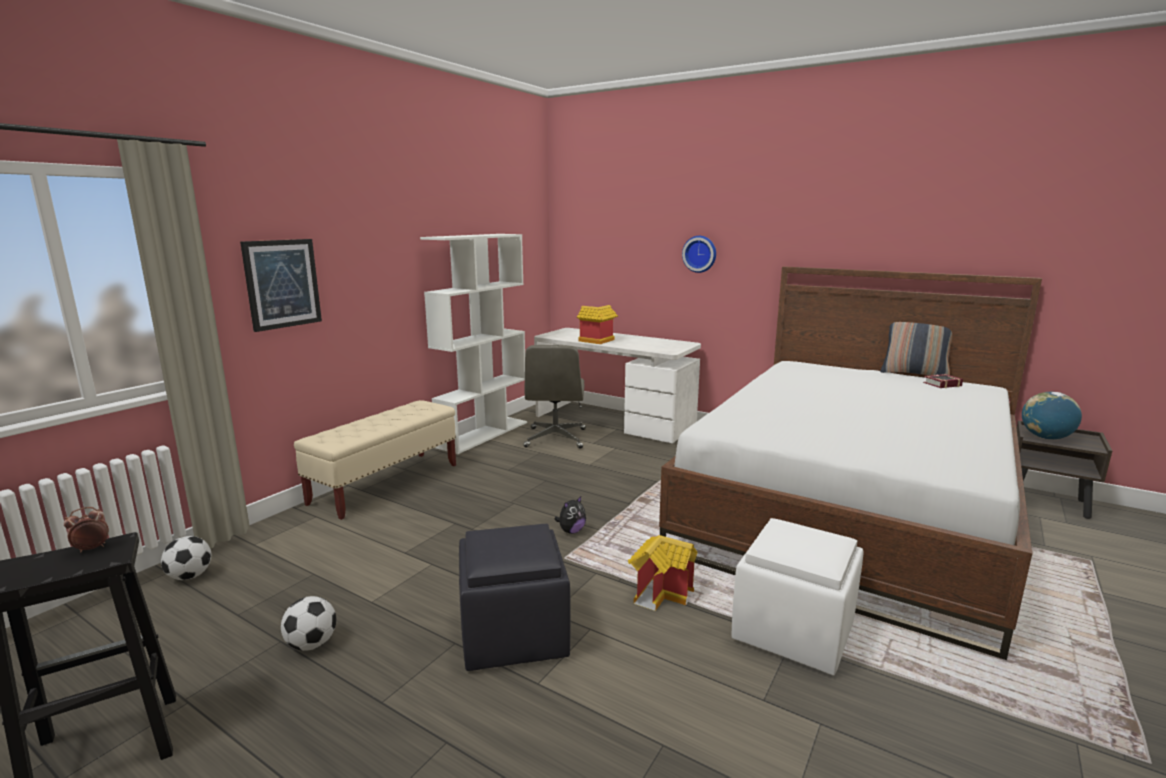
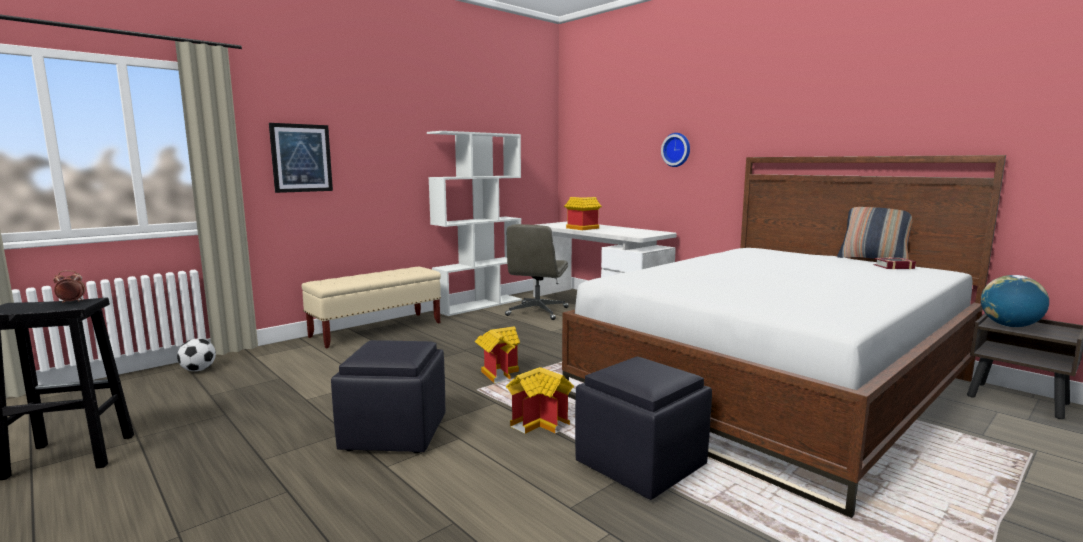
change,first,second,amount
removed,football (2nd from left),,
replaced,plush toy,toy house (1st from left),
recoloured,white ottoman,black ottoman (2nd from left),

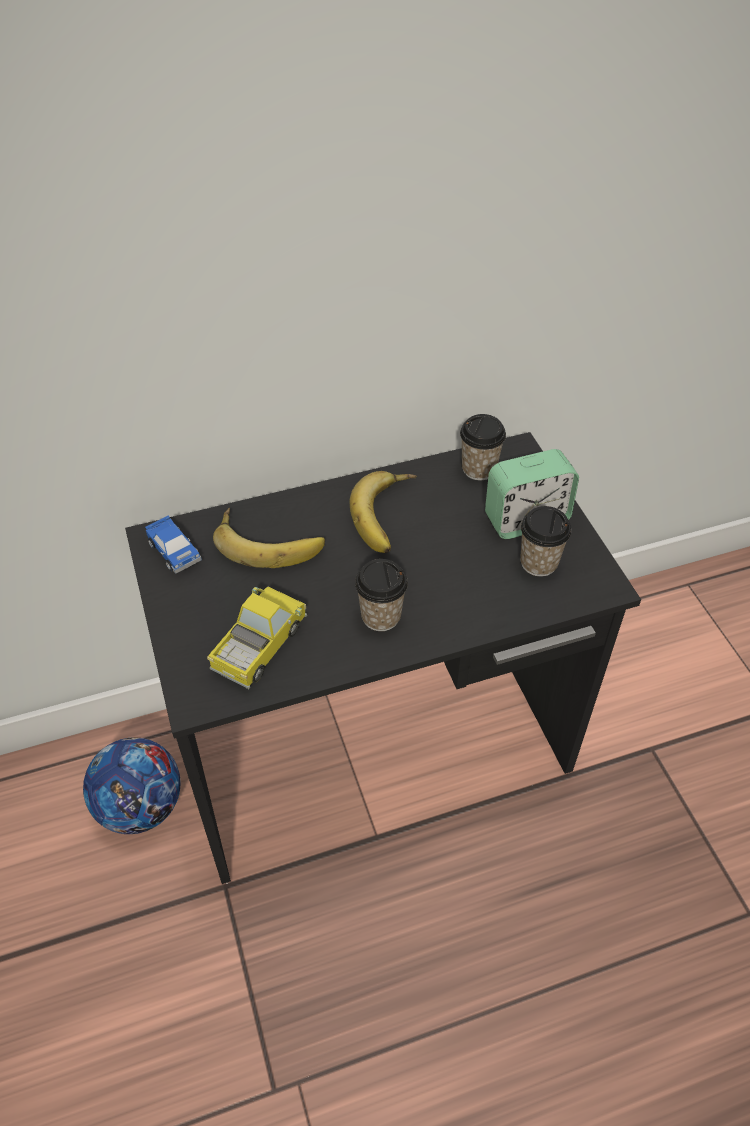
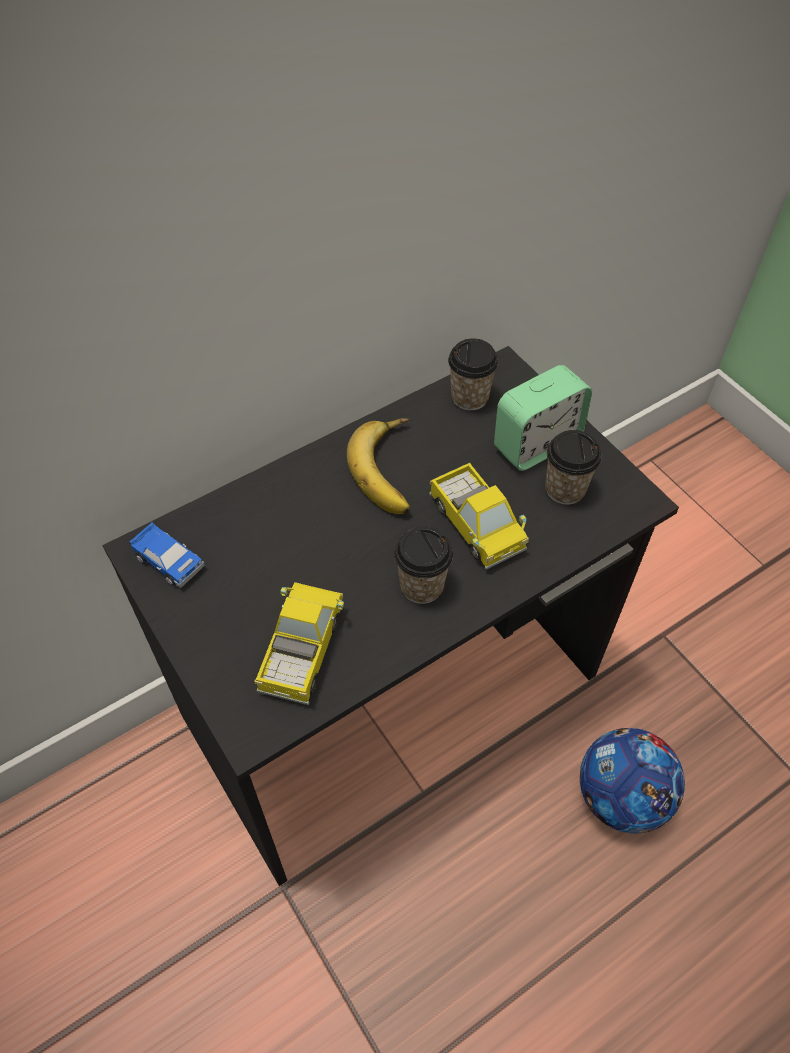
change,first,second,amount
removed,banana (1st from left),,
added,,toy truck (2nd from left),
moved,football,,

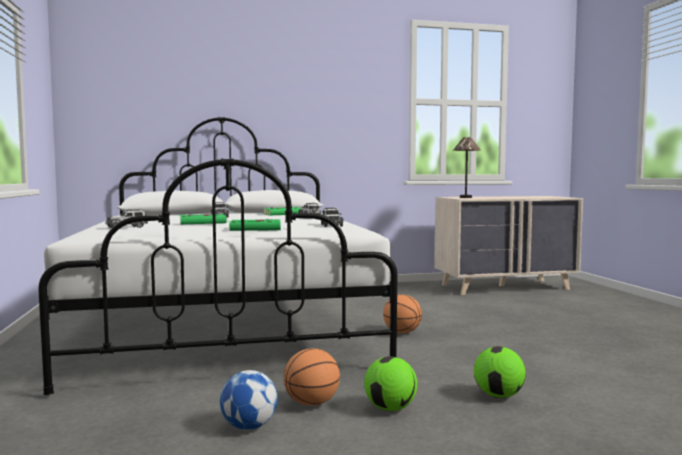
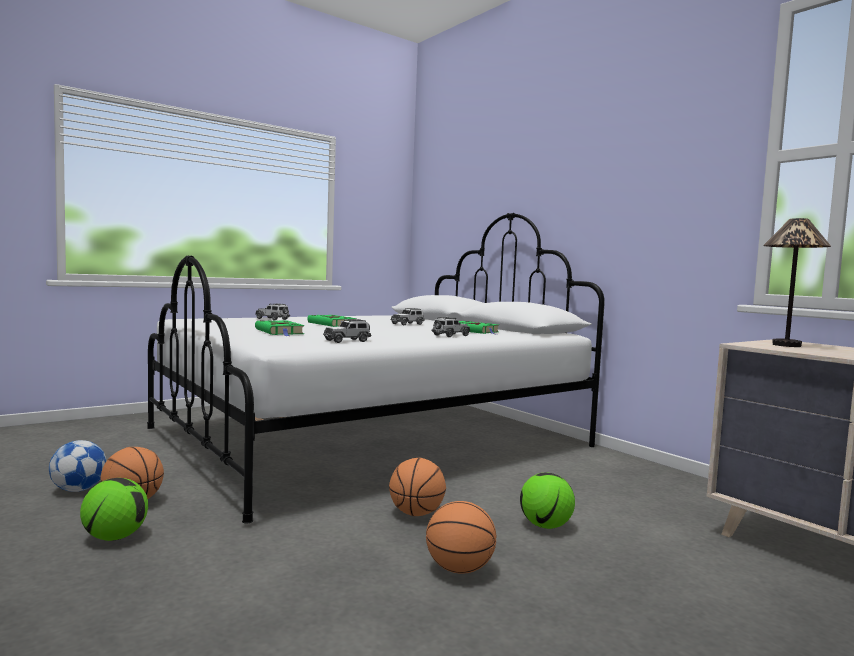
change,first,second,amount
added,,basketball (3rd from left),
moved,football (3rd from left),,

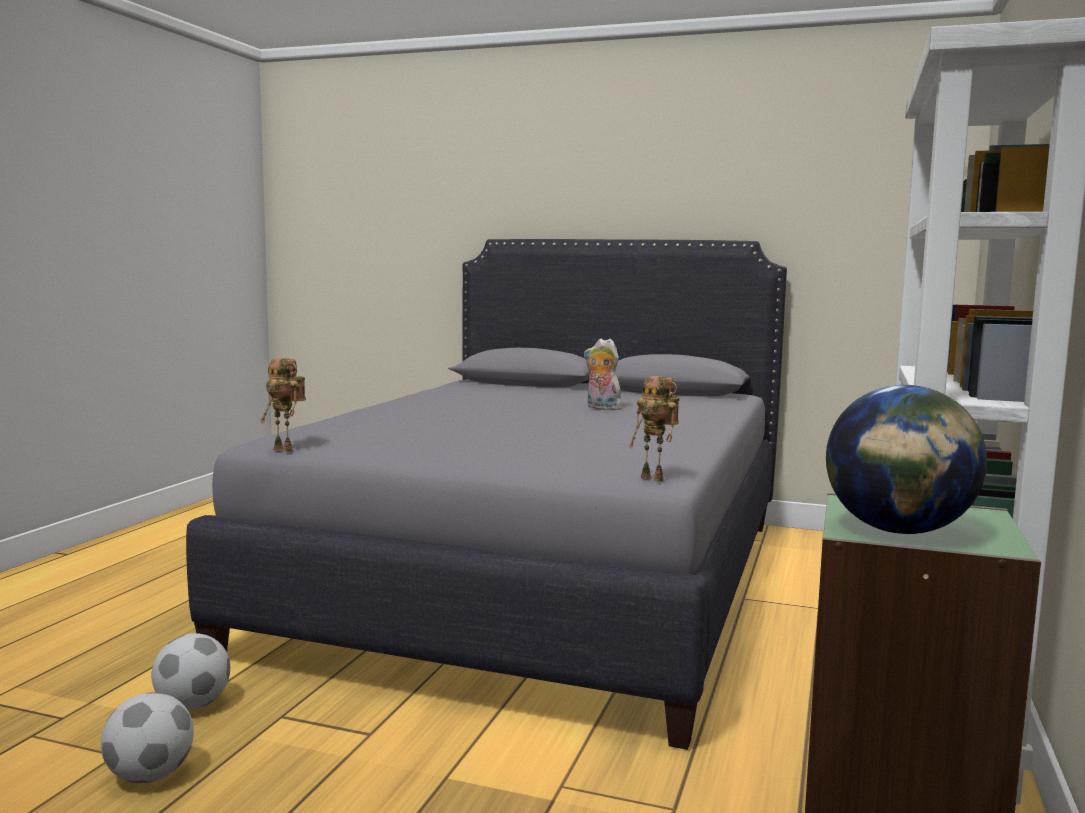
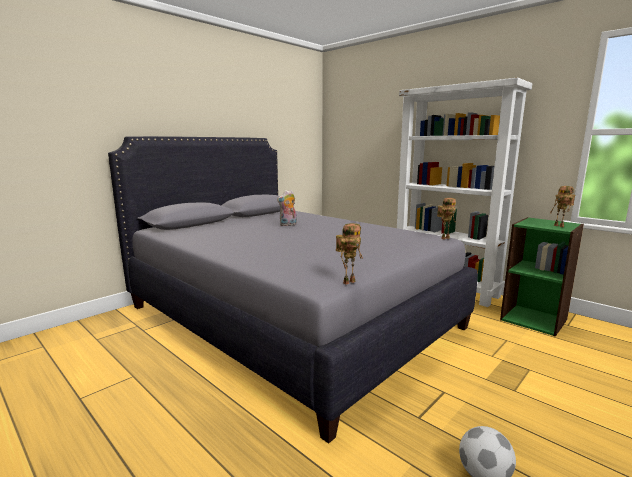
change,first,second,amount
removed,football (2nd from left),,
replaced,globe,toy robot (3rd from left),

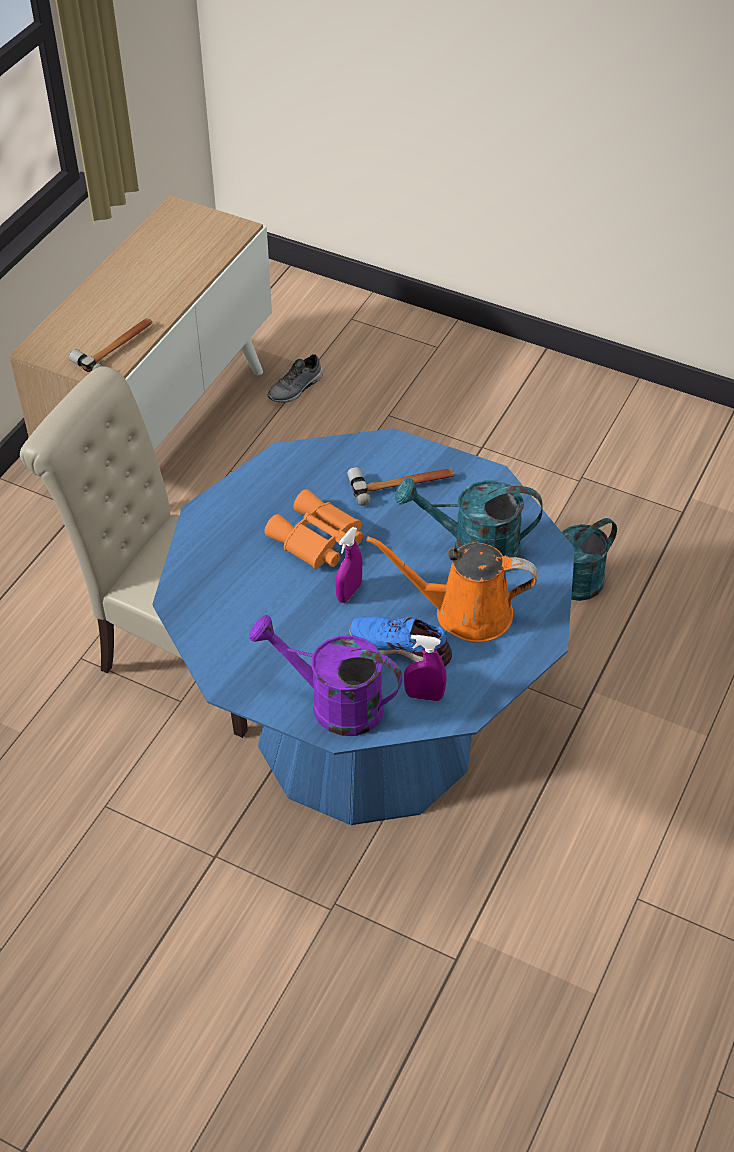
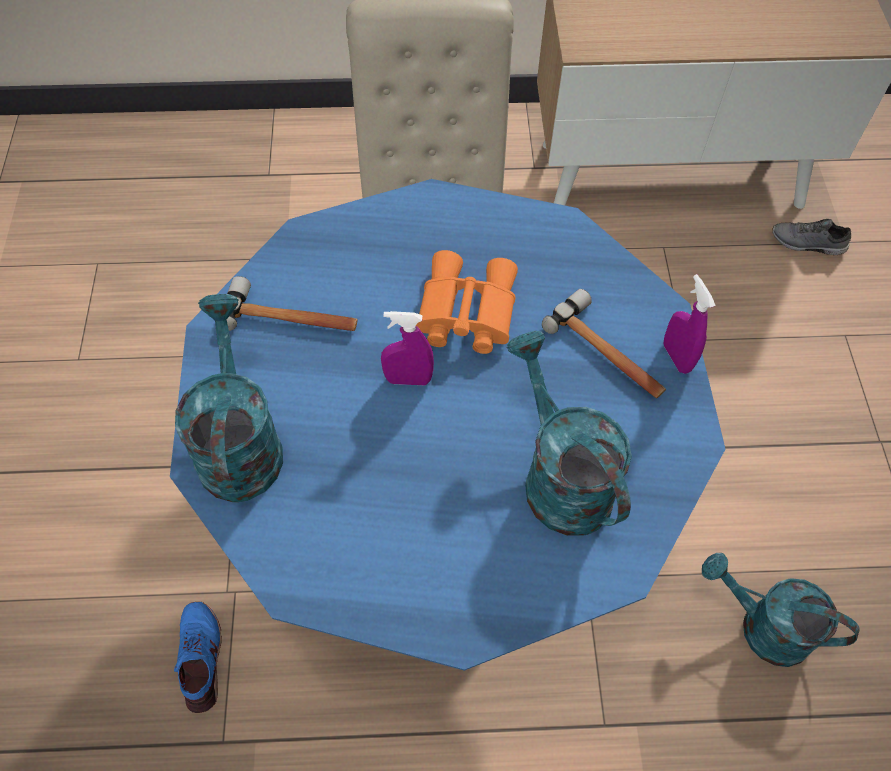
change,first,second,amount
removed,orange watering can,,
moved,hammer (1st from left),,
moved,blue shoe,,
moved,purple spray bottle (2nd from left),,
recoloured,purple watering can,turquoise watering can (1st from left),

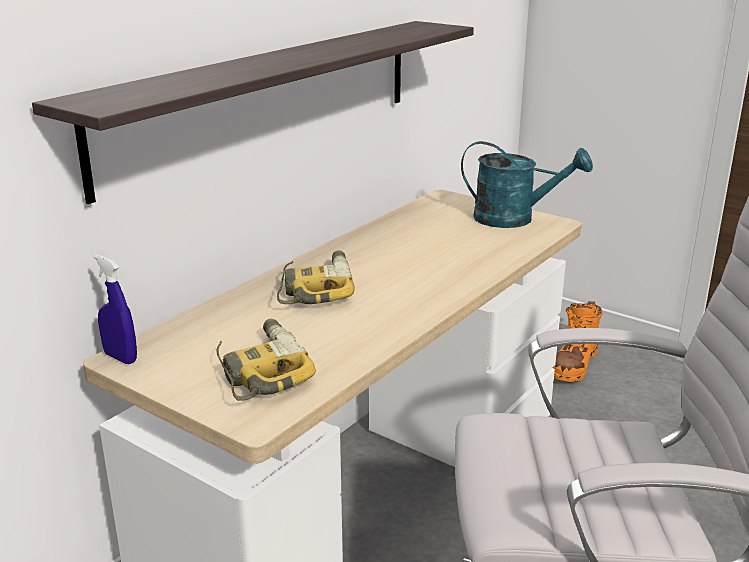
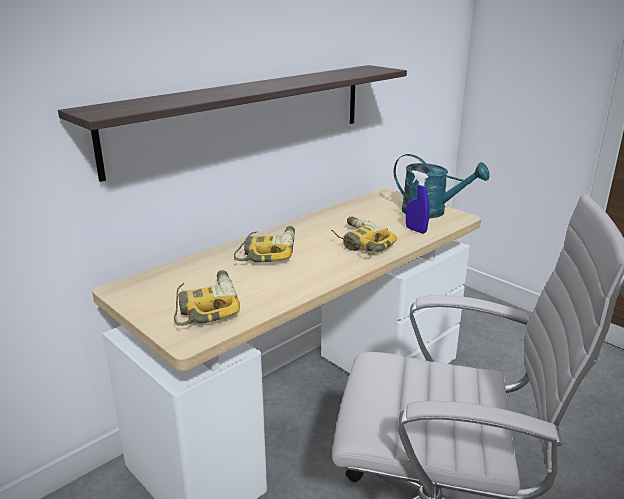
change,first,second,amount
removed,orange boot,,
added,,power drill (3rd from left),
moved,blue spray bottle,,

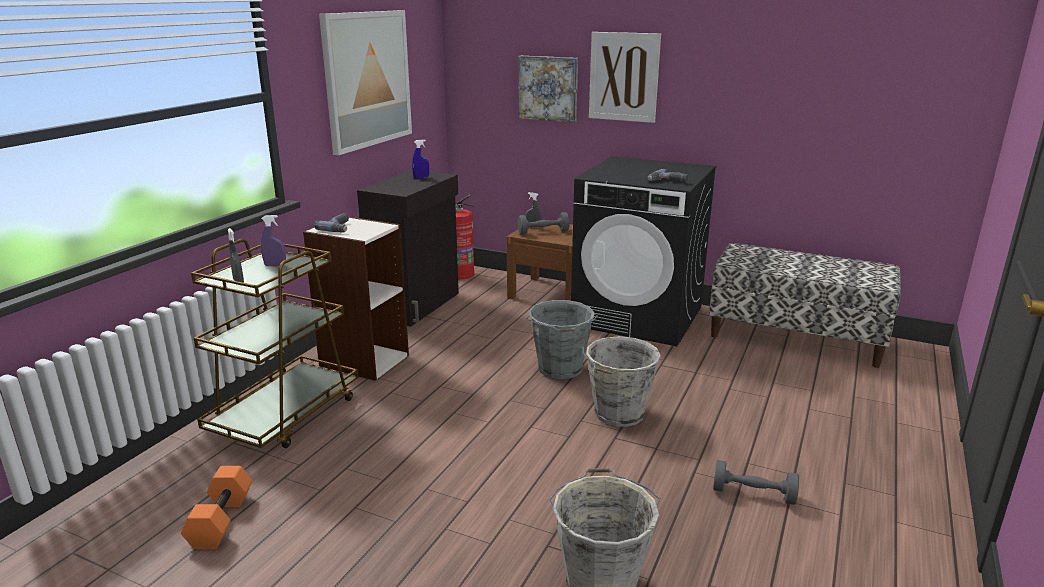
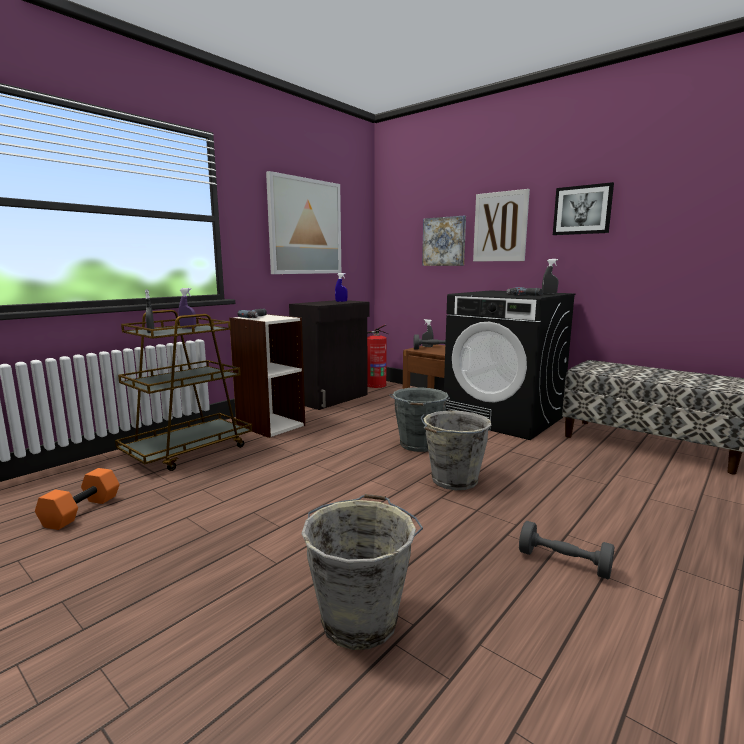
change,first,second,amount
added,,grey spray bottle (3rd from left),
added,,picture (4th from left),

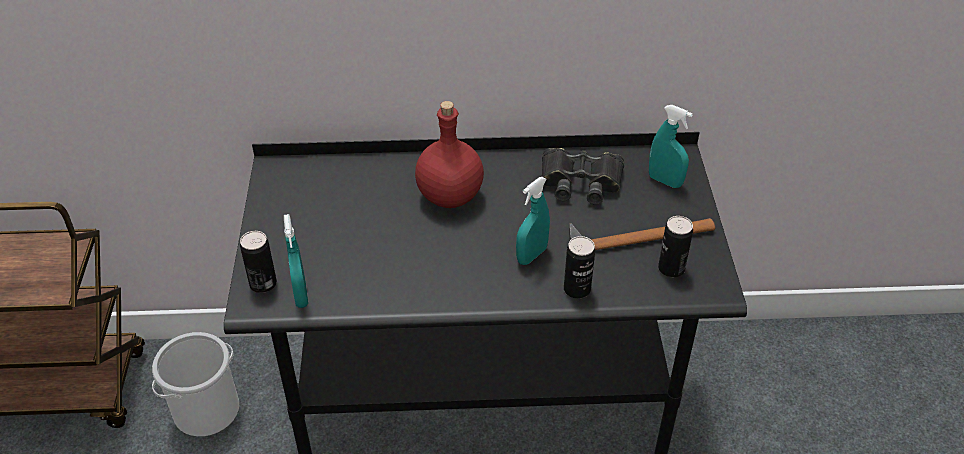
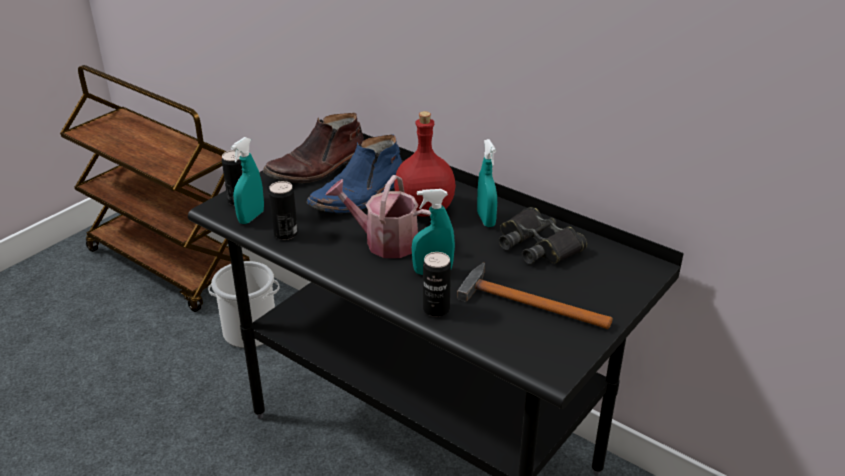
change,first,second,amount
added,,brown boot,
added,,blue boot,
added,,watering can,
moved,turquoise spray bottle (3rd from left),,
moved,can (3rd from left in the first image),can (2nd from left),

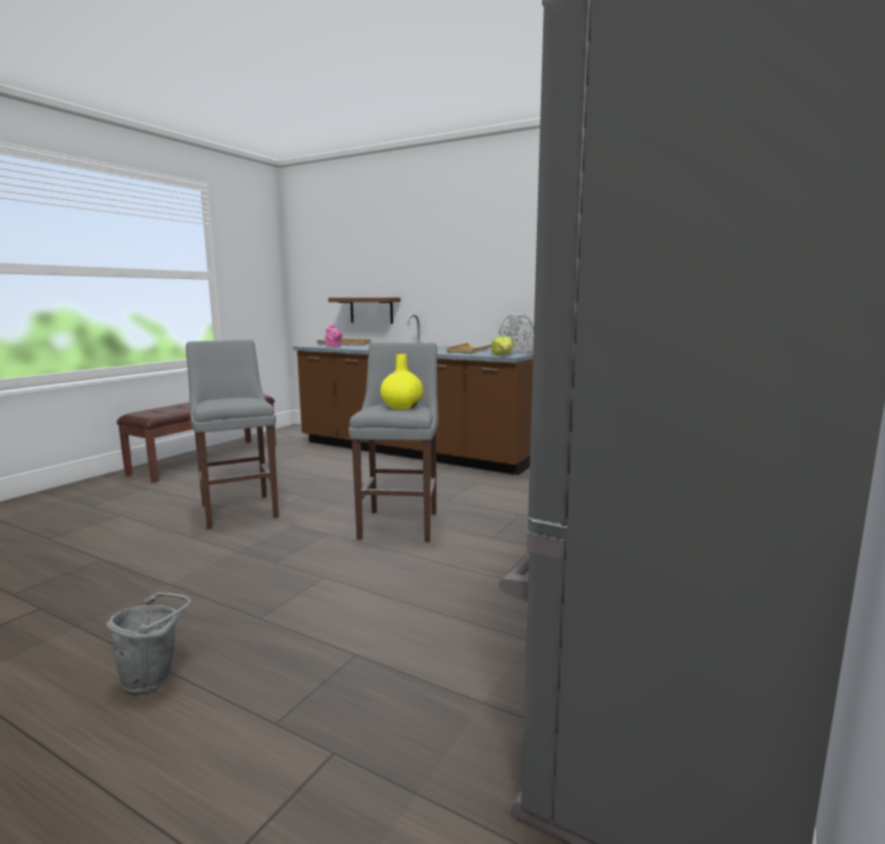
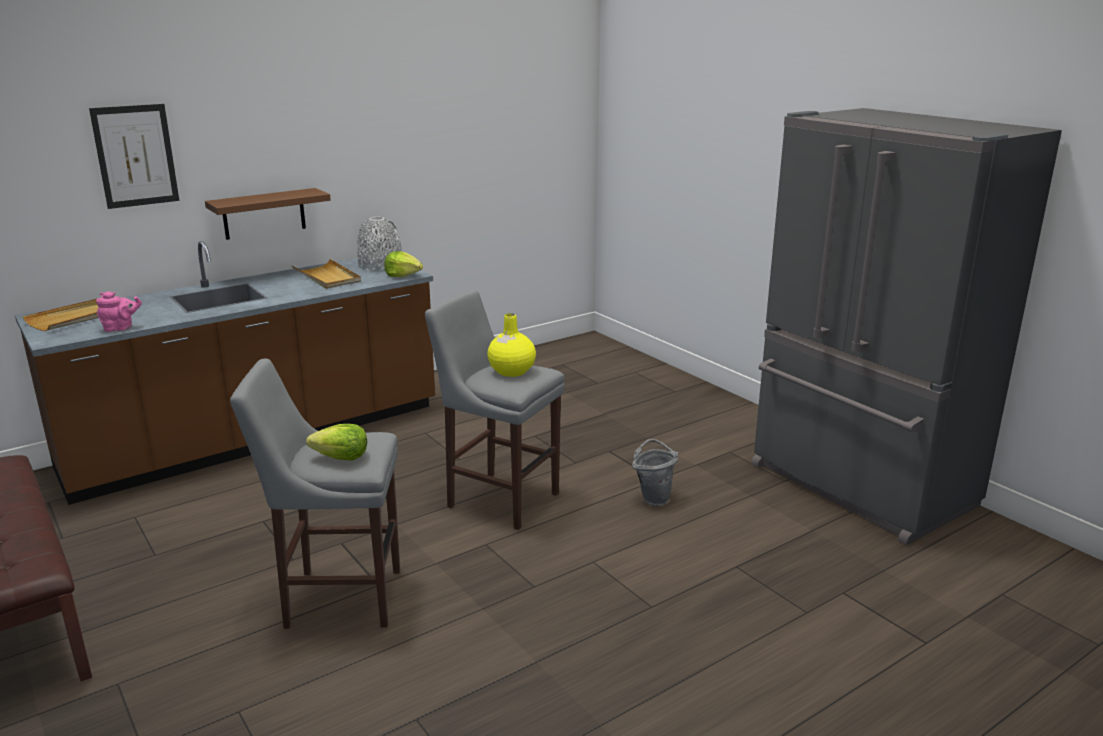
change,first,second,amount
added,,picture,
added,,lettuce (1st from left),
moved,grey bucket,,
moved,brown shelf,,

